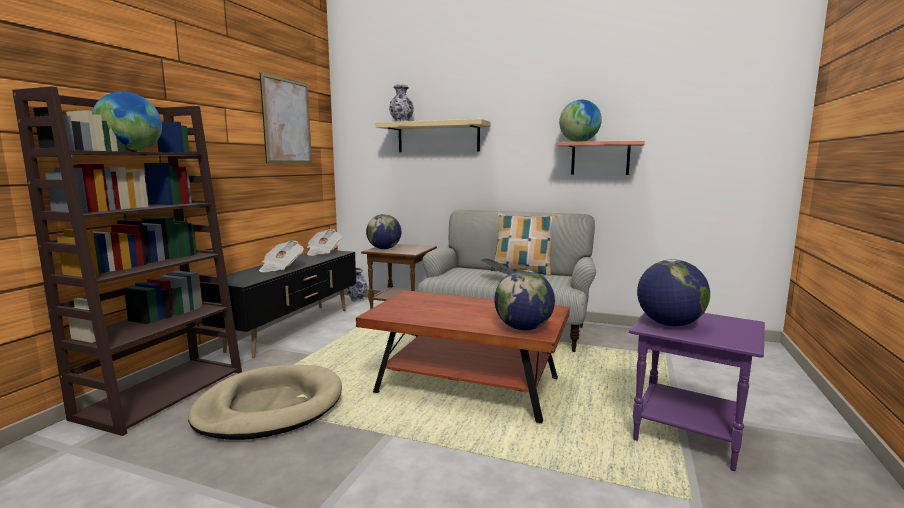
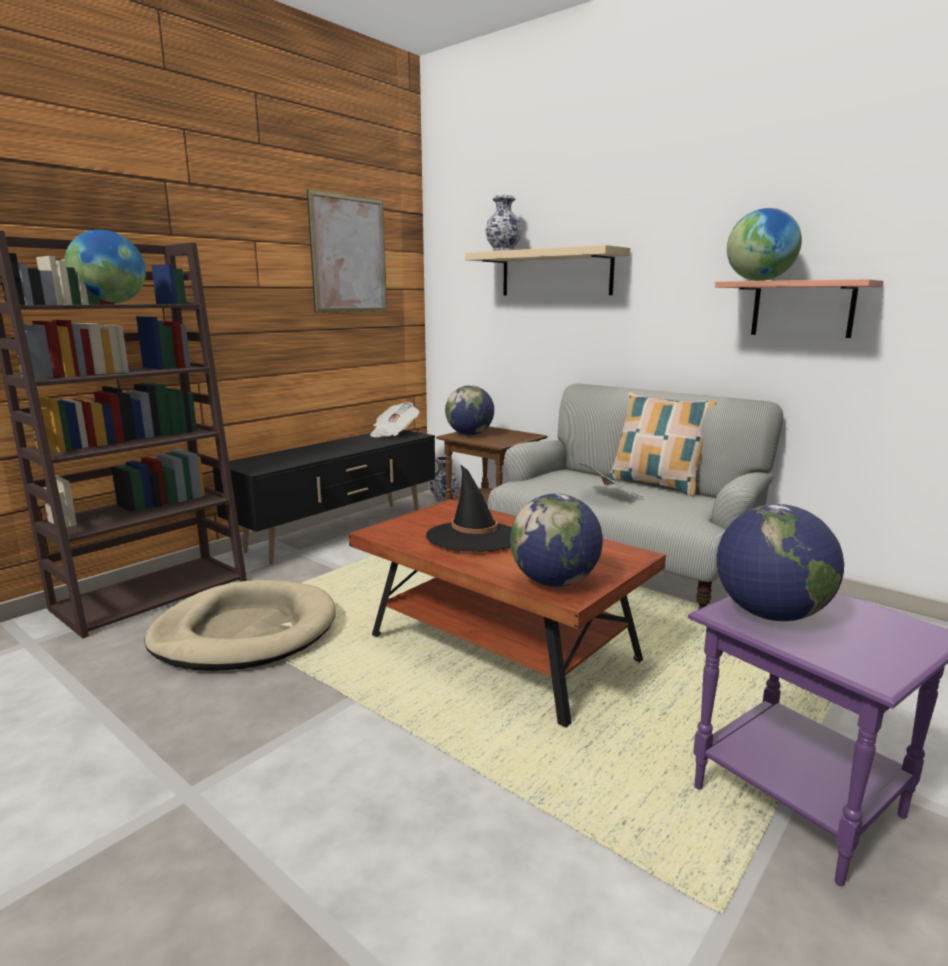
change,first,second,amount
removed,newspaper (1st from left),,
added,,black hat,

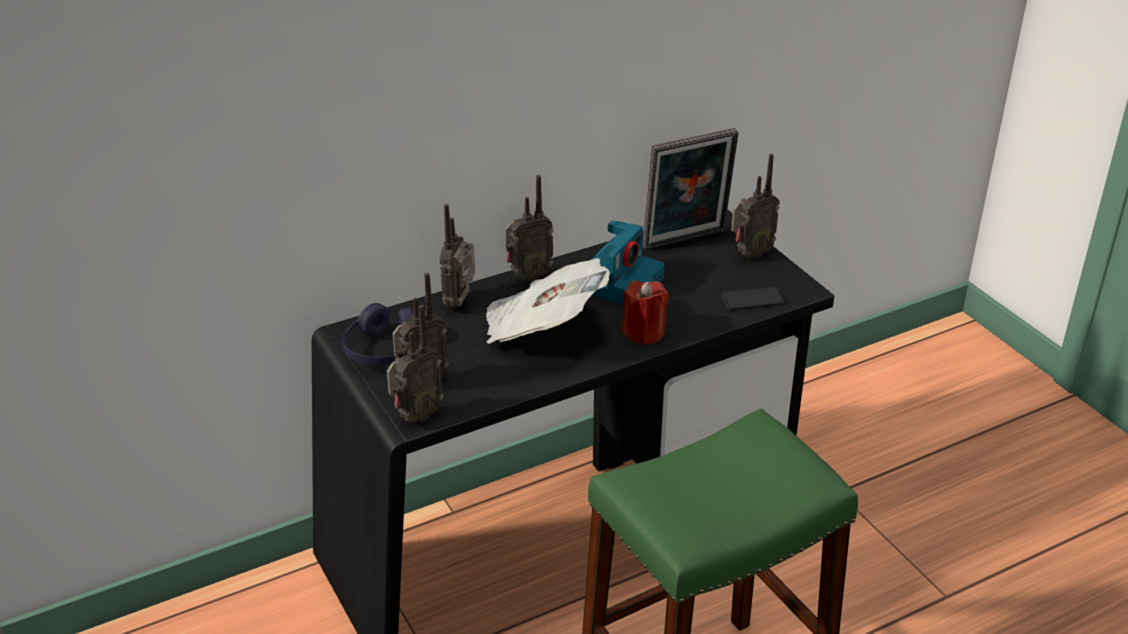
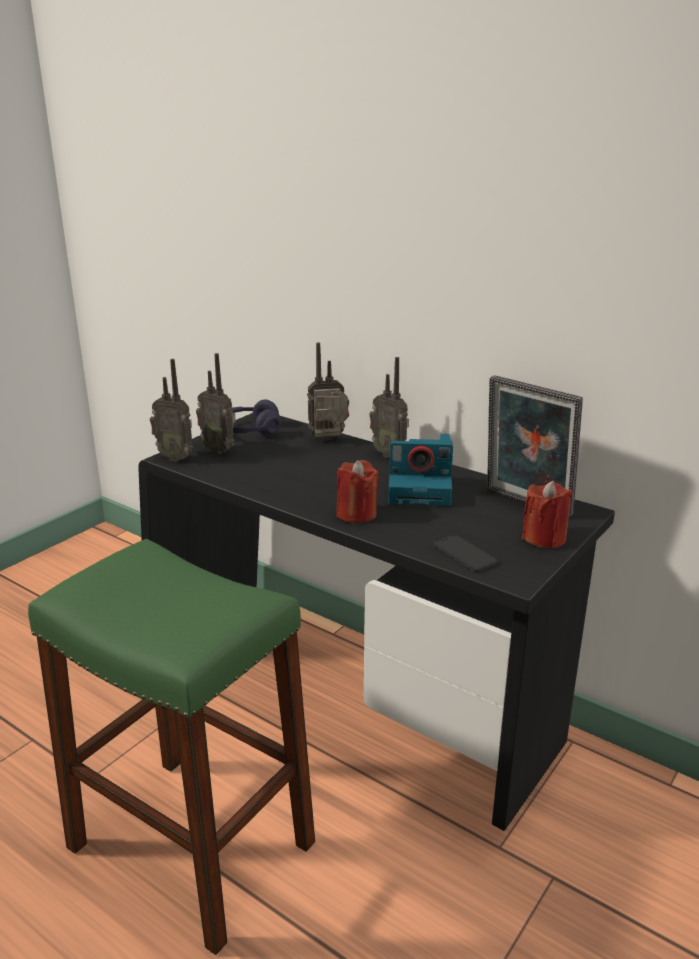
change,first,second,amount
removed,newspaper,,
replaced,radio (5th from left),red candle (2nd from left),

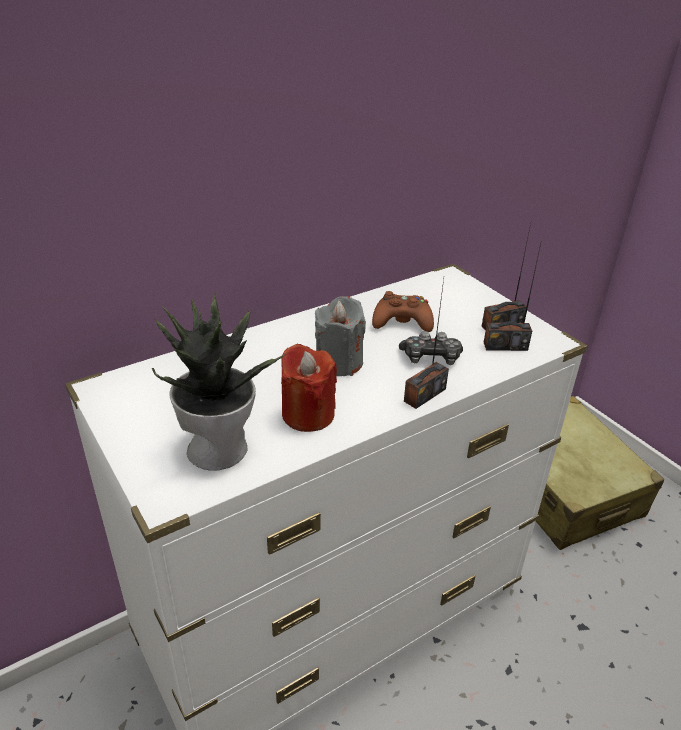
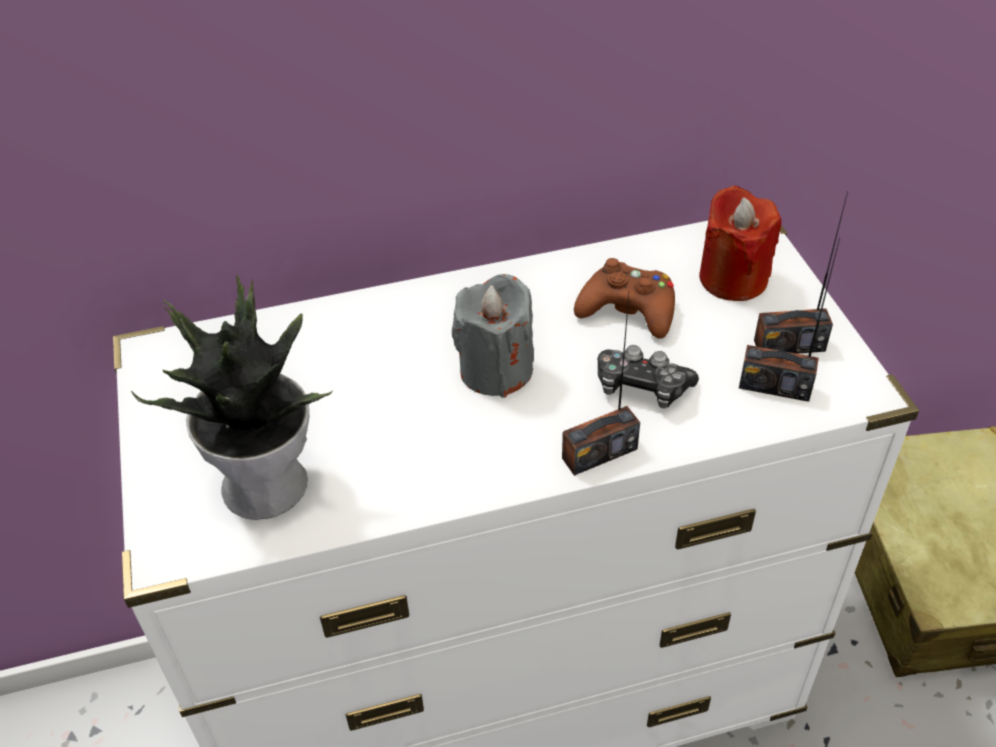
change,first,second,amount
moved,red candle,,

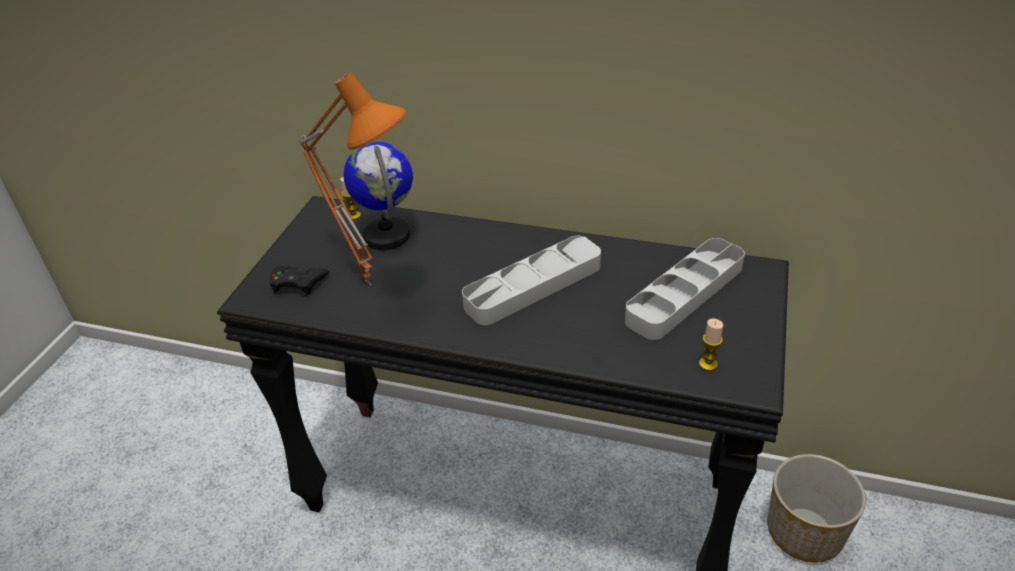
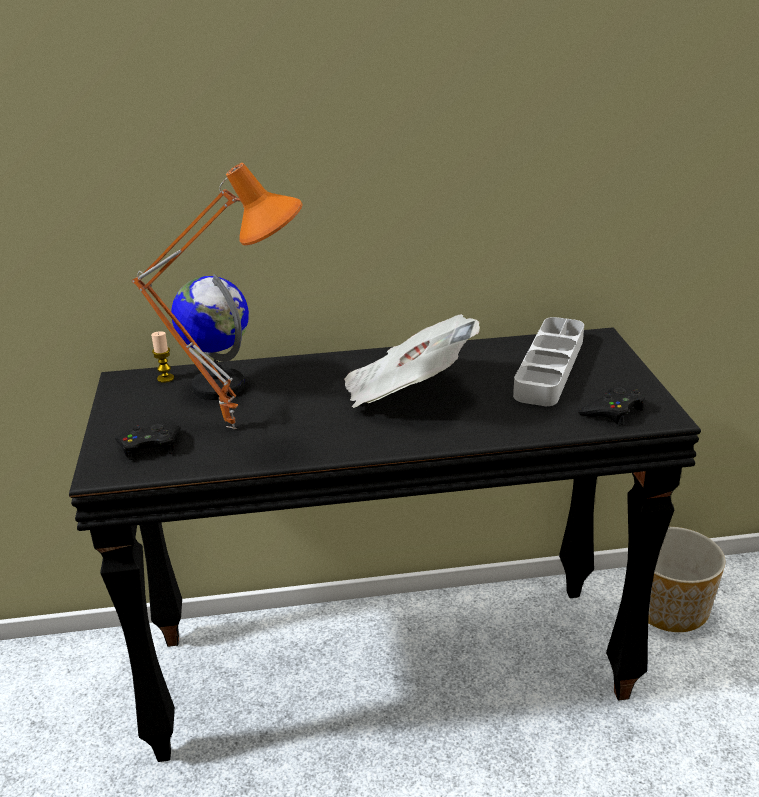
change,first,second,amount
replaced,grey tray (1st from left),newspaper,
replaced,candle (2nd from left),black game controller (2nd from left),

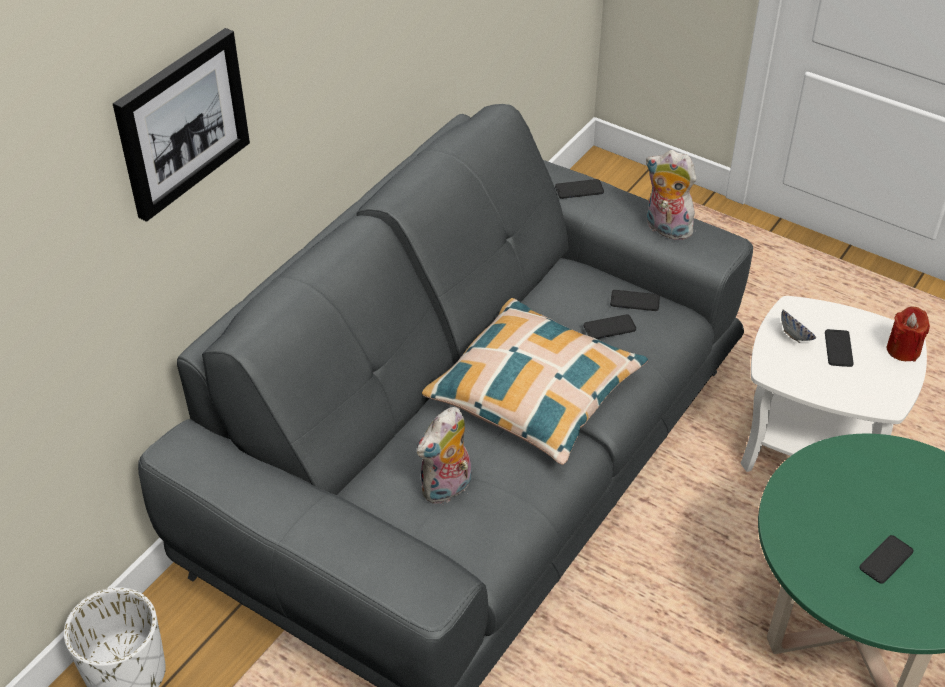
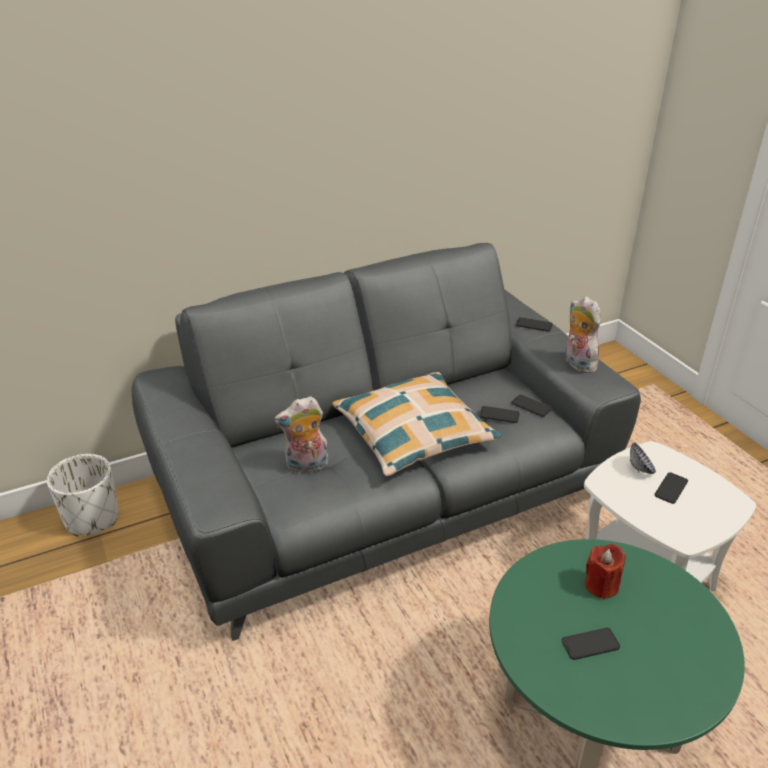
change,first,second,amount
removed,picture,,
moved,red candle,,

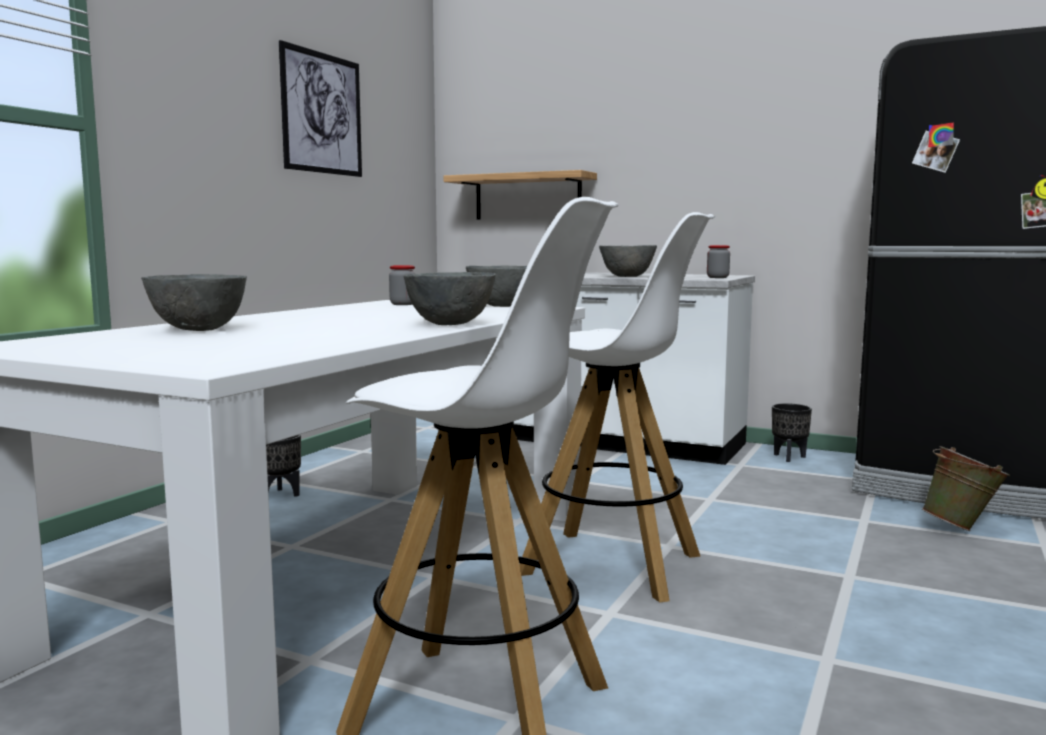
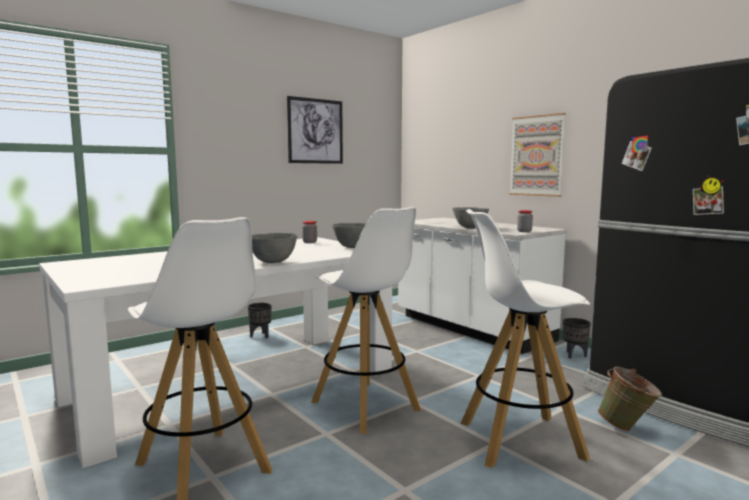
change,first,second,amount
removed,grey bowl (1st from left),,
removed,shelf,,
added,,white stool (3rd from left),
added,,picture (2nd from left),

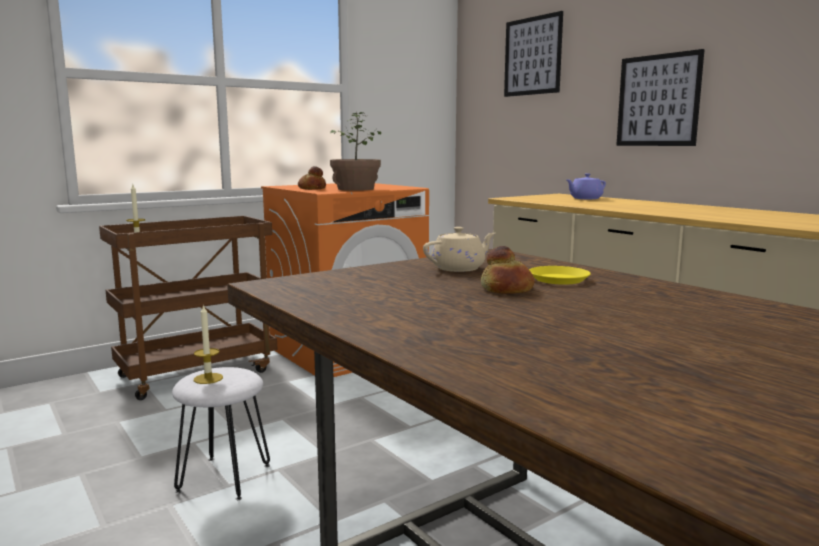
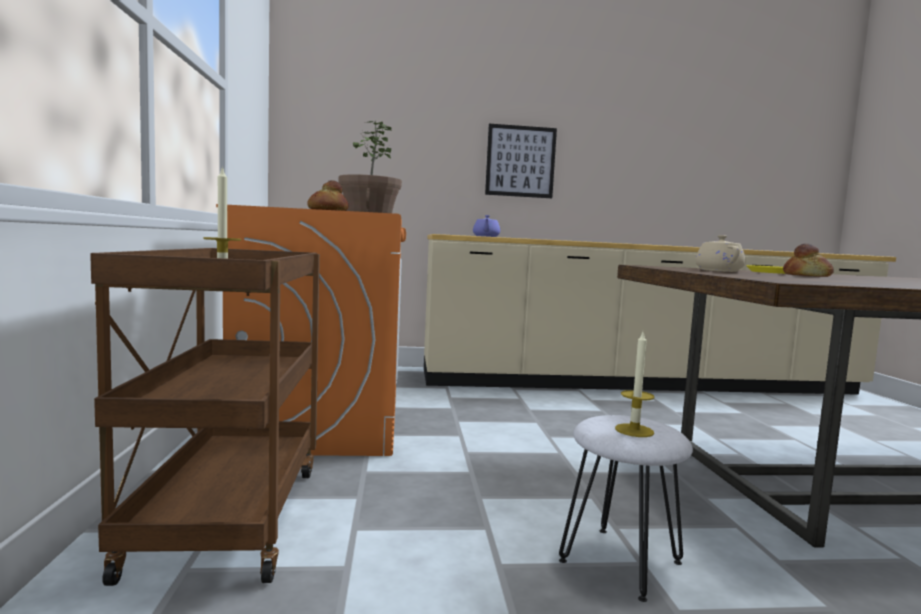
change,first,second,amount
removed,picture (1st from left),,

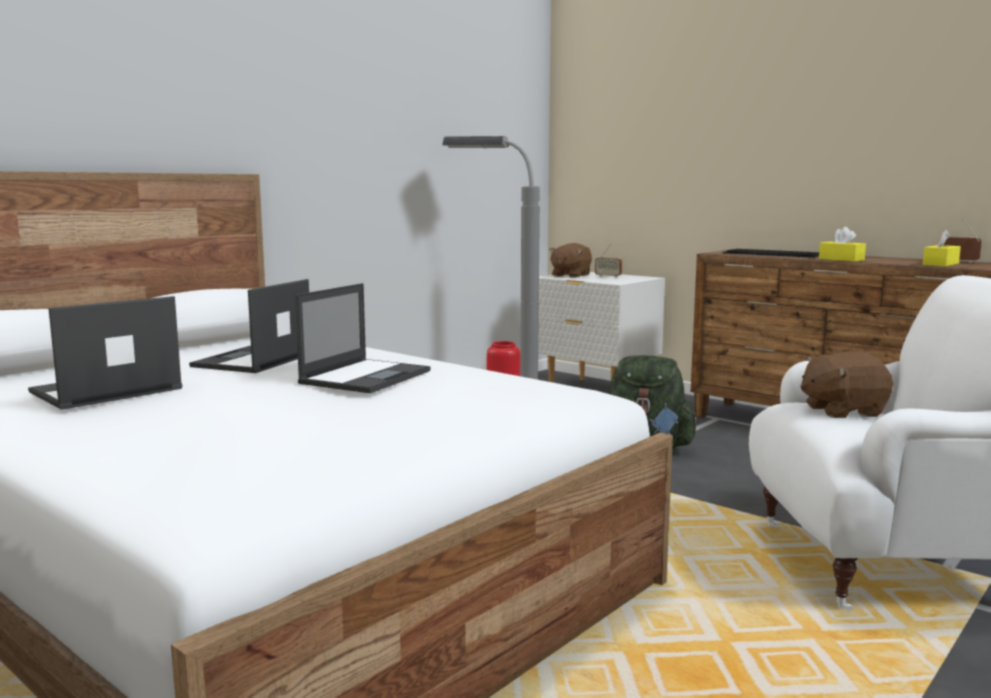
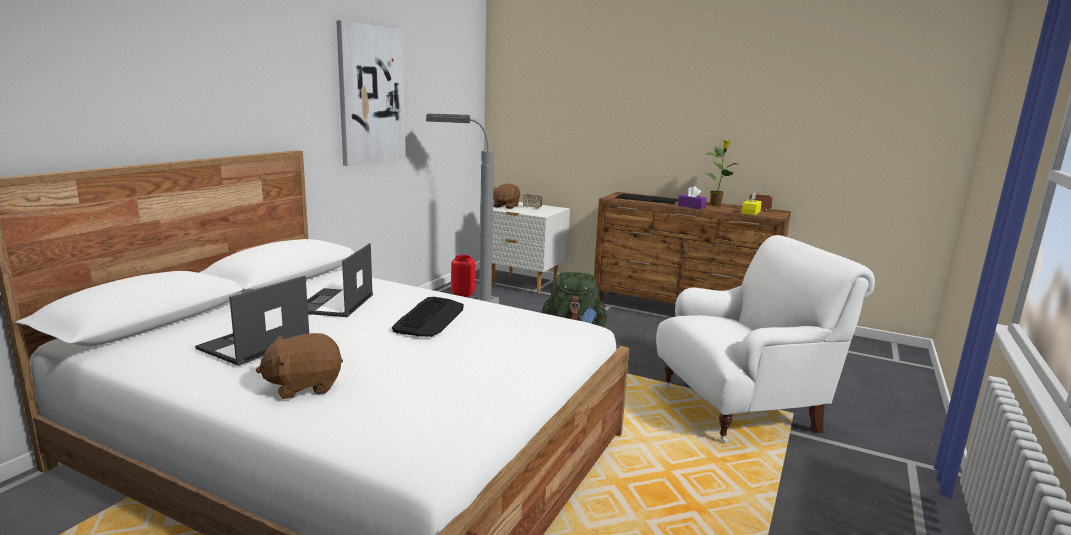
change,first,second,amount
added,,picture,
added,,potted plant,
moved,brown plush toy (2nd from left in the first image),brown plush toy (1st from left),
replaced,laptop (3rd from left),keyboard (1st from left),
recoloured,yellow tissue box (1st from left),purple tissue box,

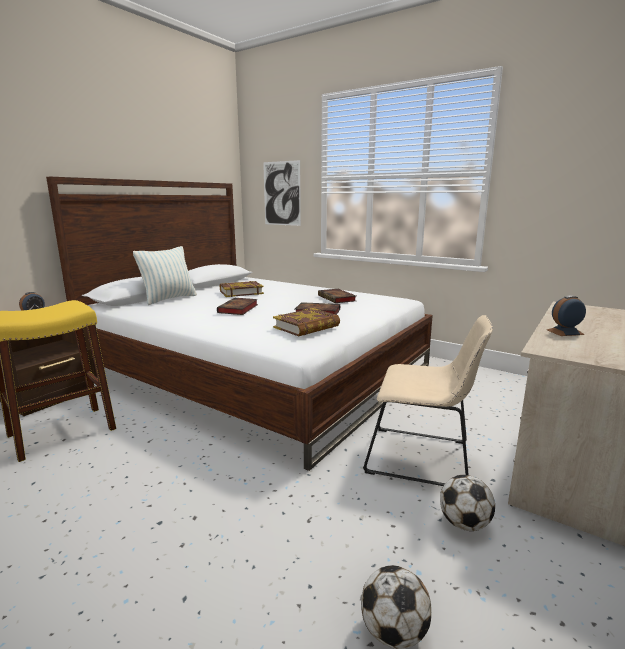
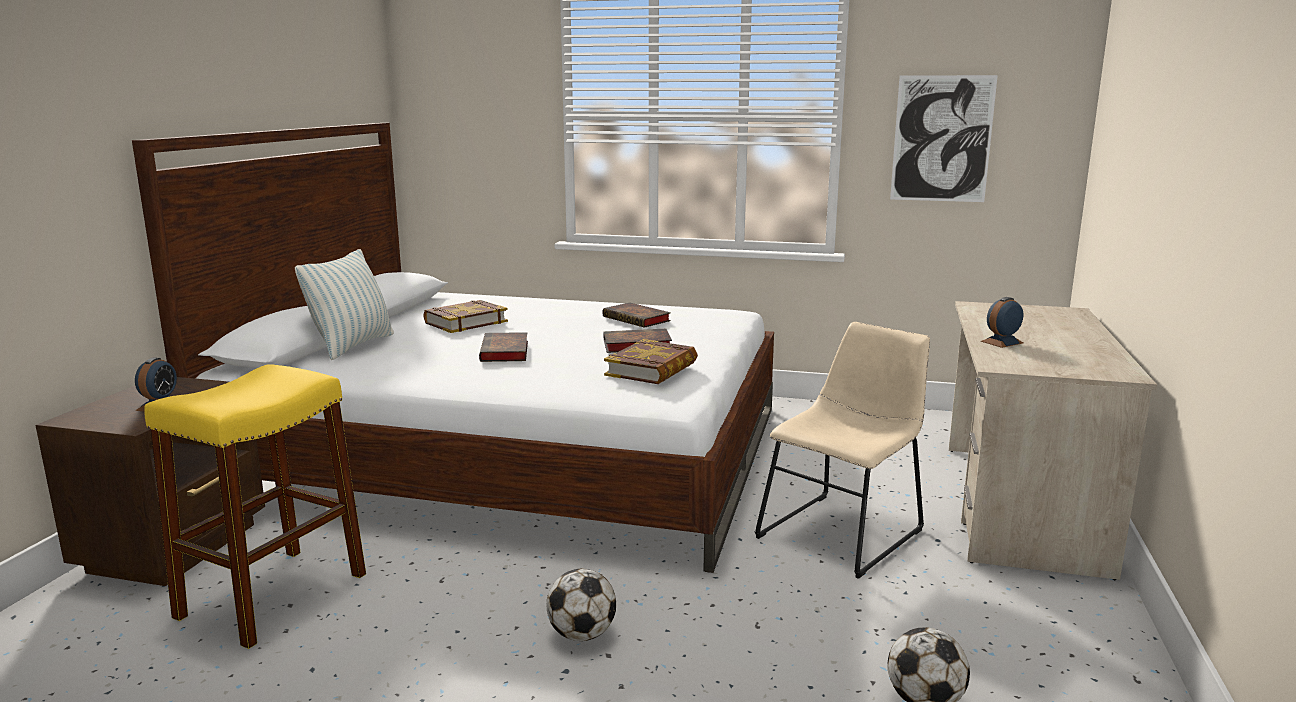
change,first,second,amount
moved,picture,,
moved,football (2nd from left in the first image),football (1st from left),
turned,beige chair,,45 degrees counterclockwise

